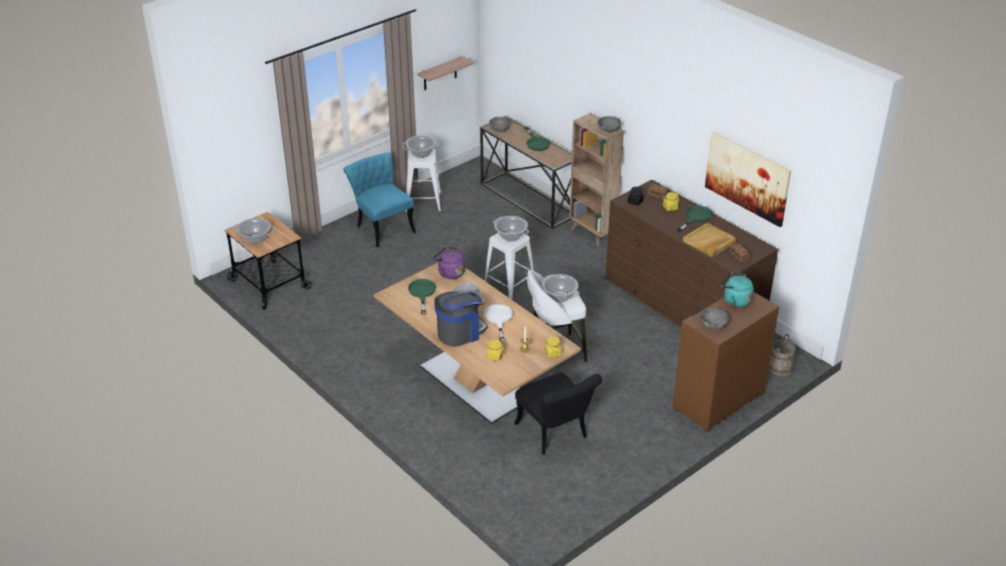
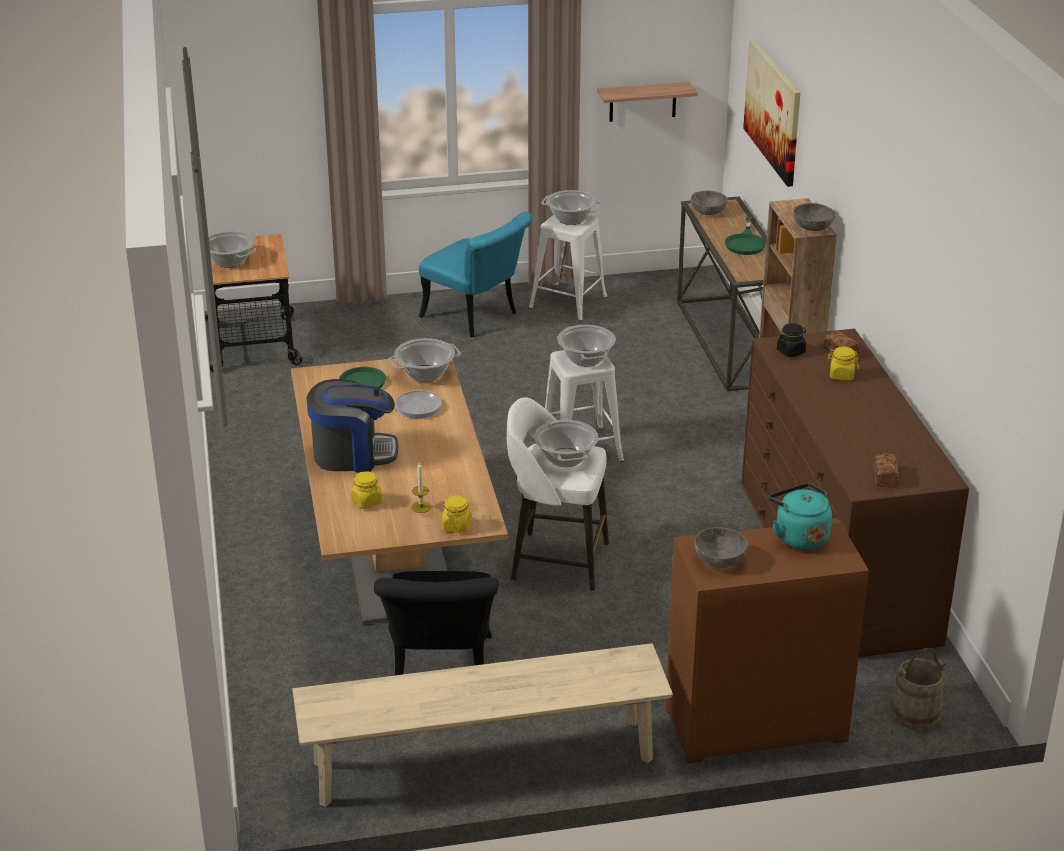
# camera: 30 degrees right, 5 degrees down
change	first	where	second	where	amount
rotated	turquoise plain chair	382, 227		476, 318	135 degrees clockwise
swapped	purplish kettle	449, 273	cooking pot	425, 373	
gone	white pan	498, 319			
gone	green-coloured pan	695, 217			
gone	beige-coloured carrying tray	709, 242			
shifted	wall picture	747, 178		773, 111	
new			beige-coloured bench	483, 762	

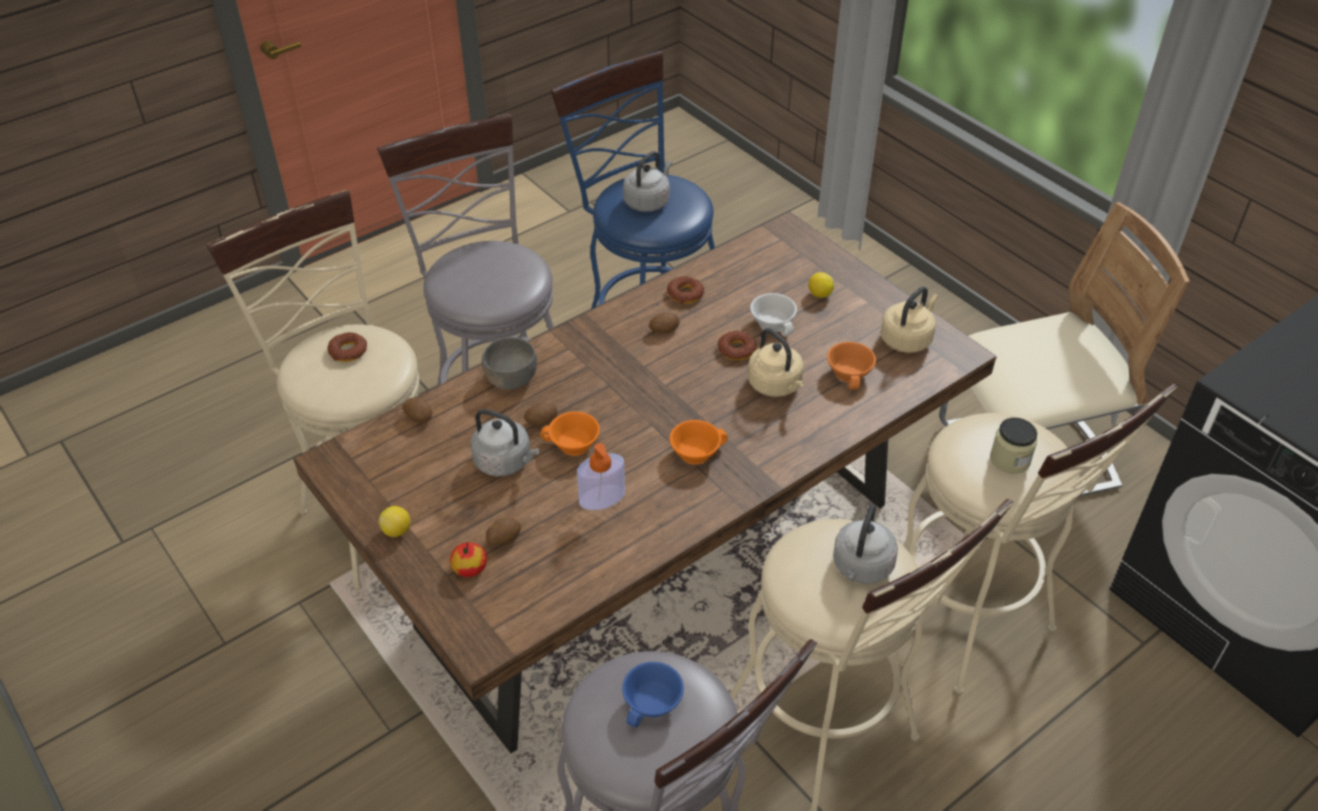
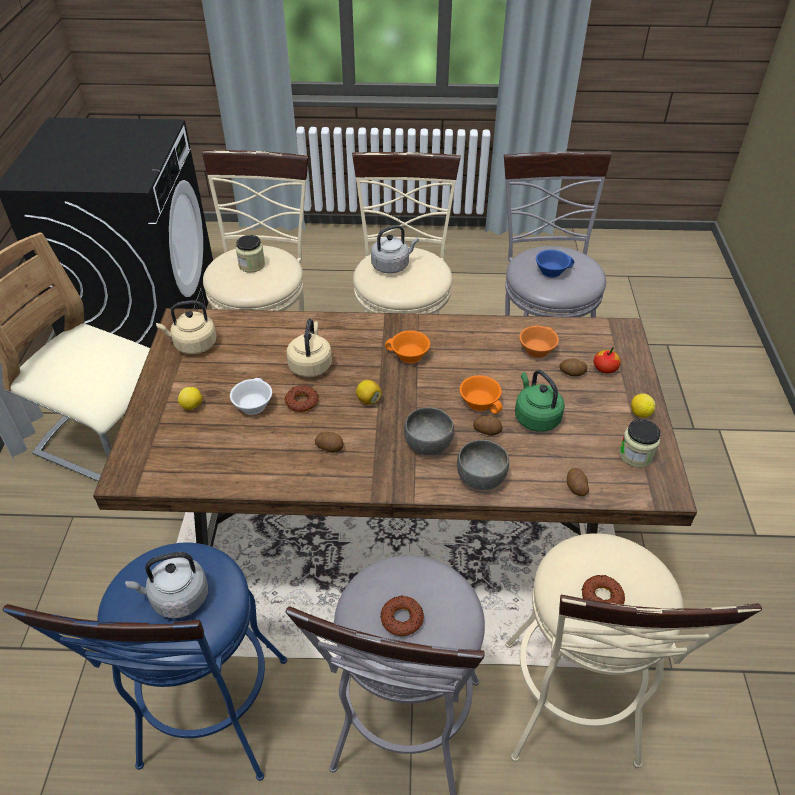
# camera: 140 degrees left, 0 degrees up
change	first	where	second	where	amount
repainted	gray kettle	505, 462	green-coloured kettle	535, 417	
gone	liquid soap bottle	602, 497			
shifted	ring doughnut	685, 294		402, 618	
shifted	orangey cup	851, 374		536, 349	
new			citrus fruit	368, 400	
new			gray deep dish	429, 444	
new			storage jar	636, 455	

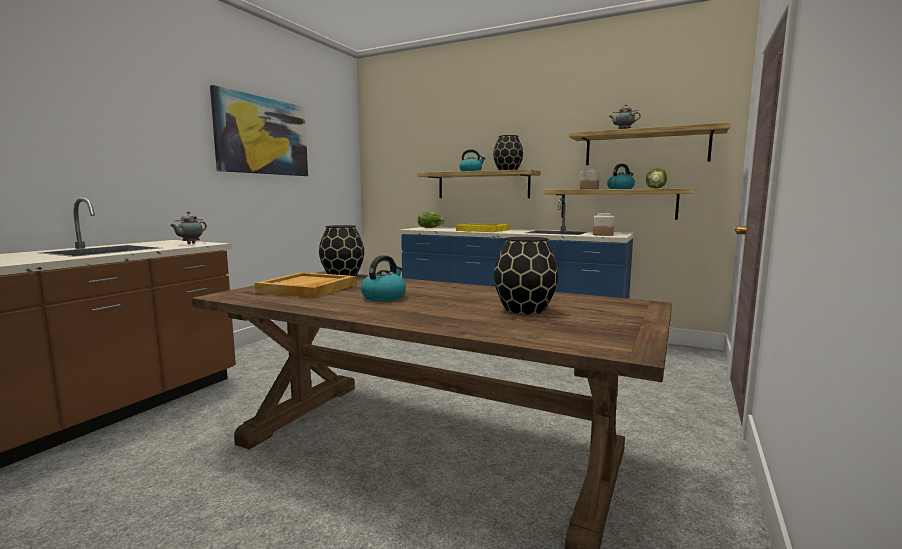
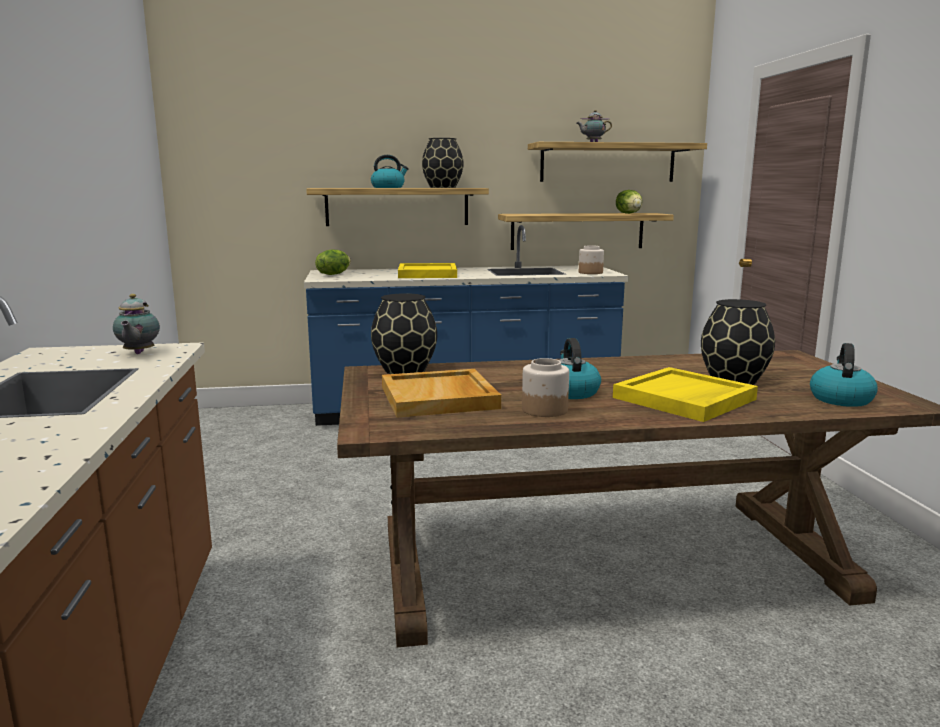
# camera: 35 degrees left, 5 degrees up
change	first	where	second	where	amount
gone	wall picture	263, 136			
shifted	storage jar	589, 189		544, 410	
shifted	kettle	620, 189		840, 399	
new			yellowish carrying tray	684, 399	

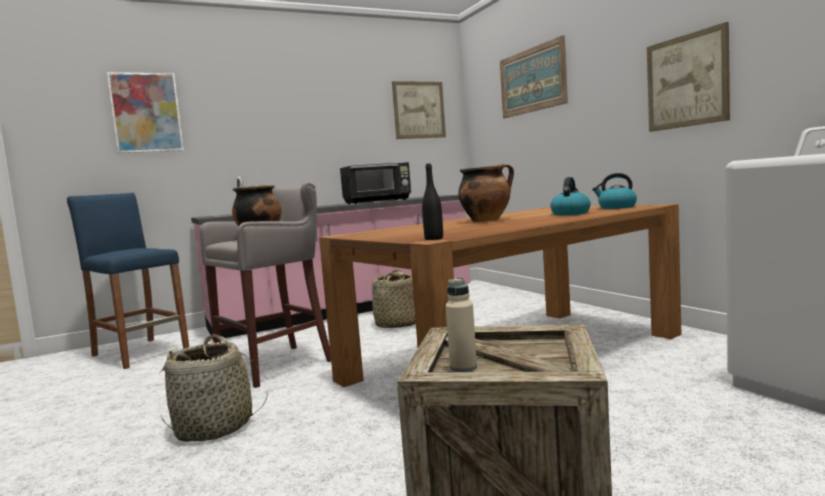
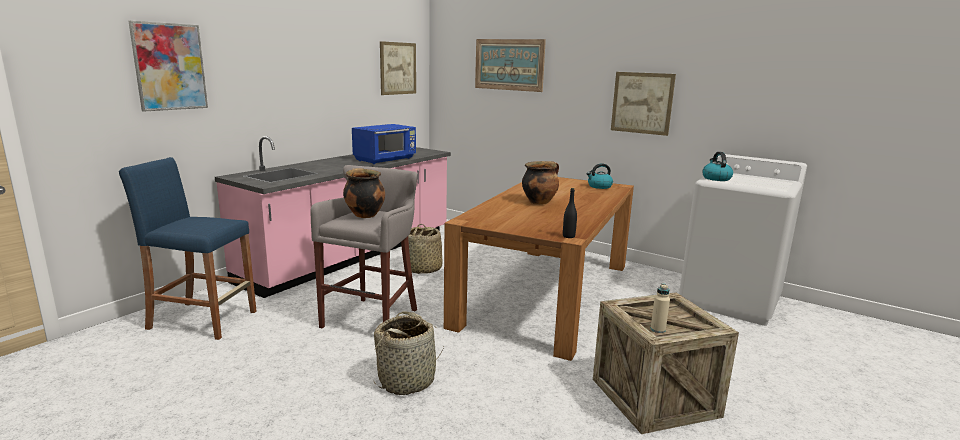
# camera: 30 degrees left, 10 degrees up
change	first	where	second	where	amount
repainted	blackish microwave oven	378, 201	blue microwave oven	386, 159	
shifted	kettle	570, 213		716, 178	

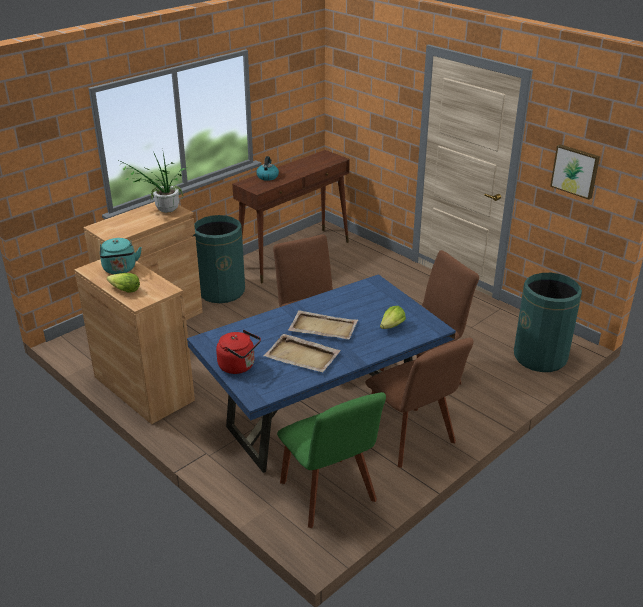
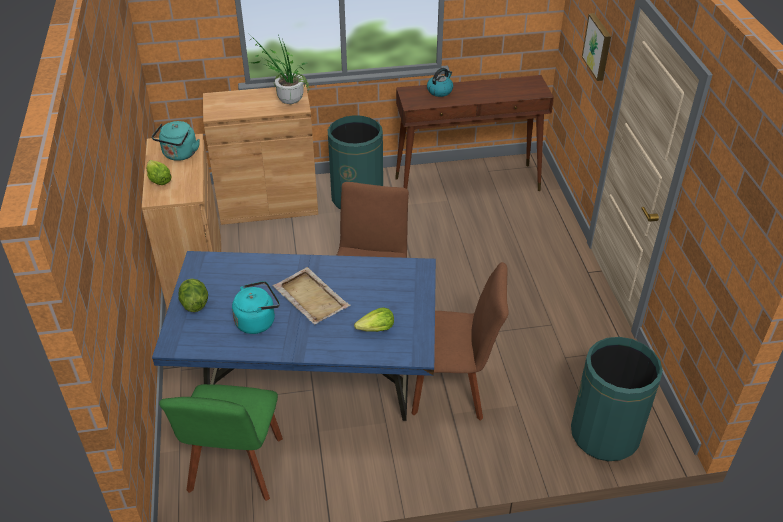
# camera: 35 degrees right, 10 degrees up
change	first	where	second	where	amount
swapped	red kettle	239, 366	lettuce	194, 304	
swapped	beige-coloured carrying tray	302, 356	turquoise kettle	257, 321	
gone	brown plain chair	412, 439			
shifted	wall picture	575, 171		598, 46	

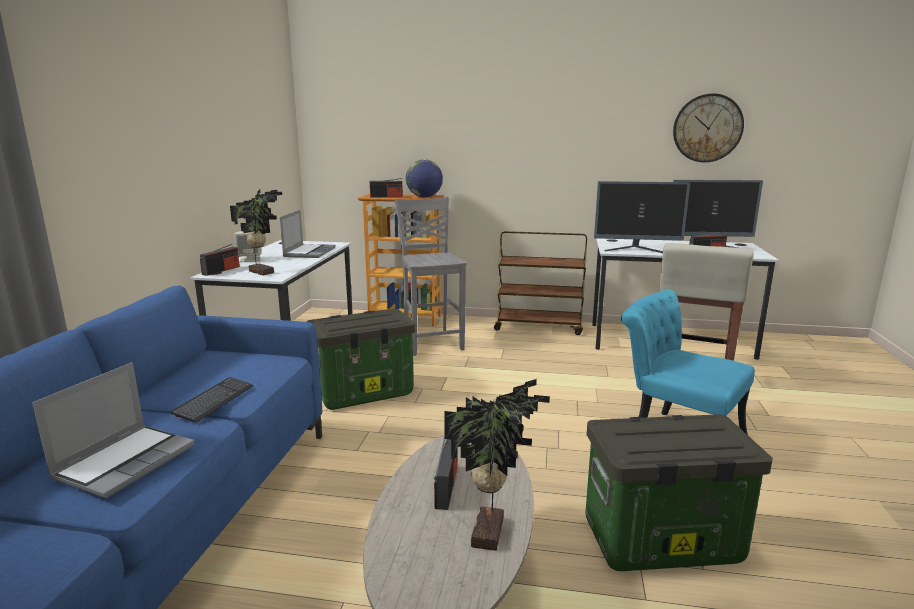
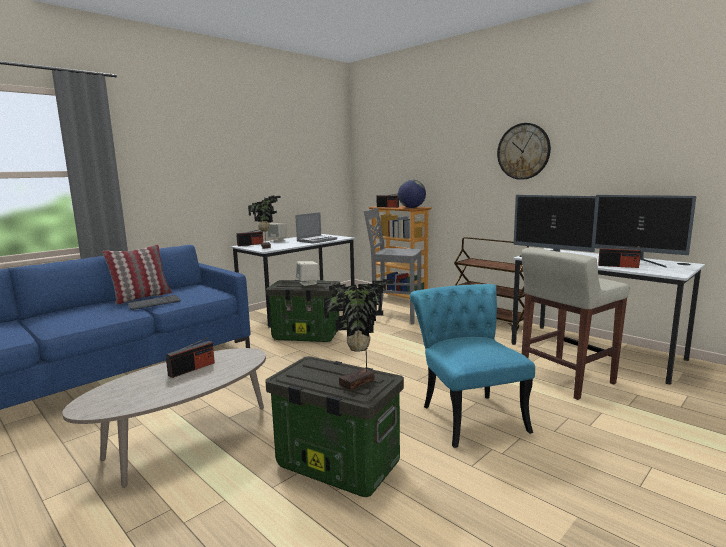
# camera: 35 degrees right, 5 degrees down
change	first	where	second	where	amount
gone	laptop	125, 461			
rotated	gray plain chair	432, 341		394, 316	90 degrees counterclockwise
shifted	houseplant	491, 532		359, 383	
shifted	hanging clock	707, 128		523, 151	
new			pillow	141, 297	
new			beige-coloured audio speaker	308, 283	

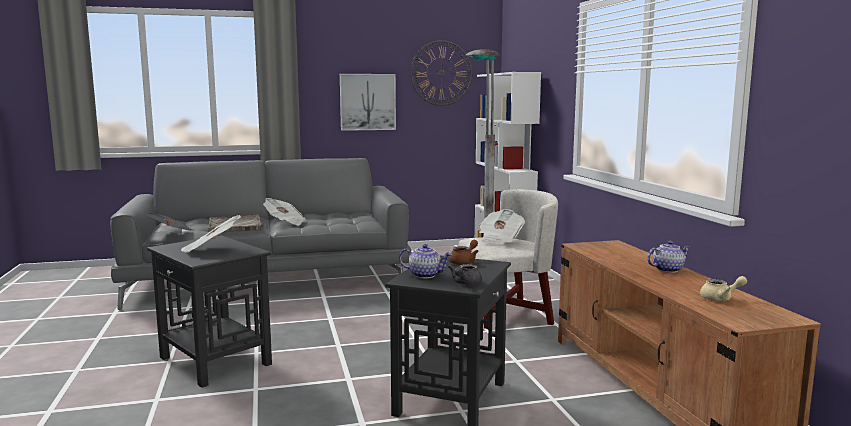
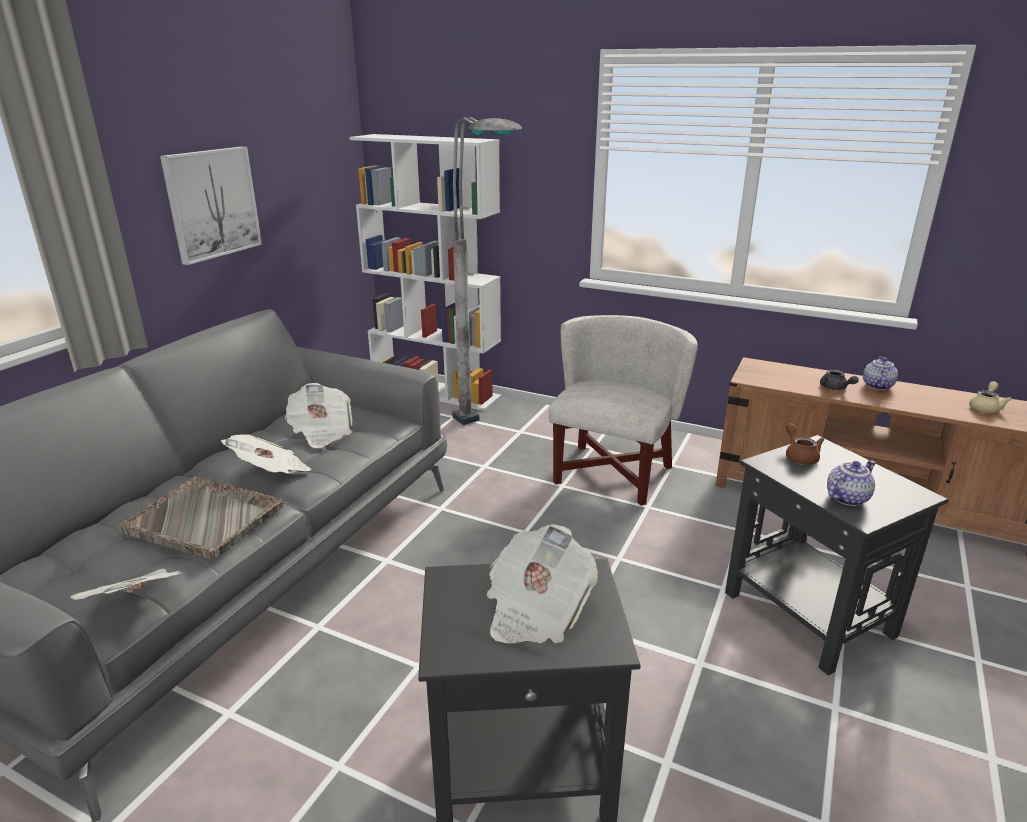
# camera: 50 degrees left, 15 degrees up
change	first	where	second	where	amount
gone	hanging clock	441, 73			
shifted	gray pot for tea	465, 284		835, 388	
shifted	daily paper	499, 239		321, 432	

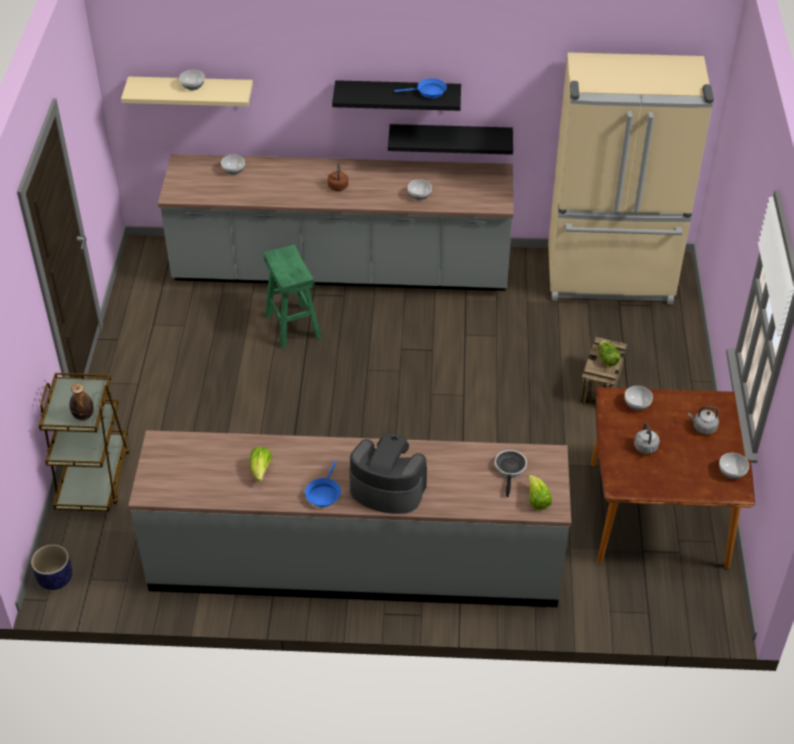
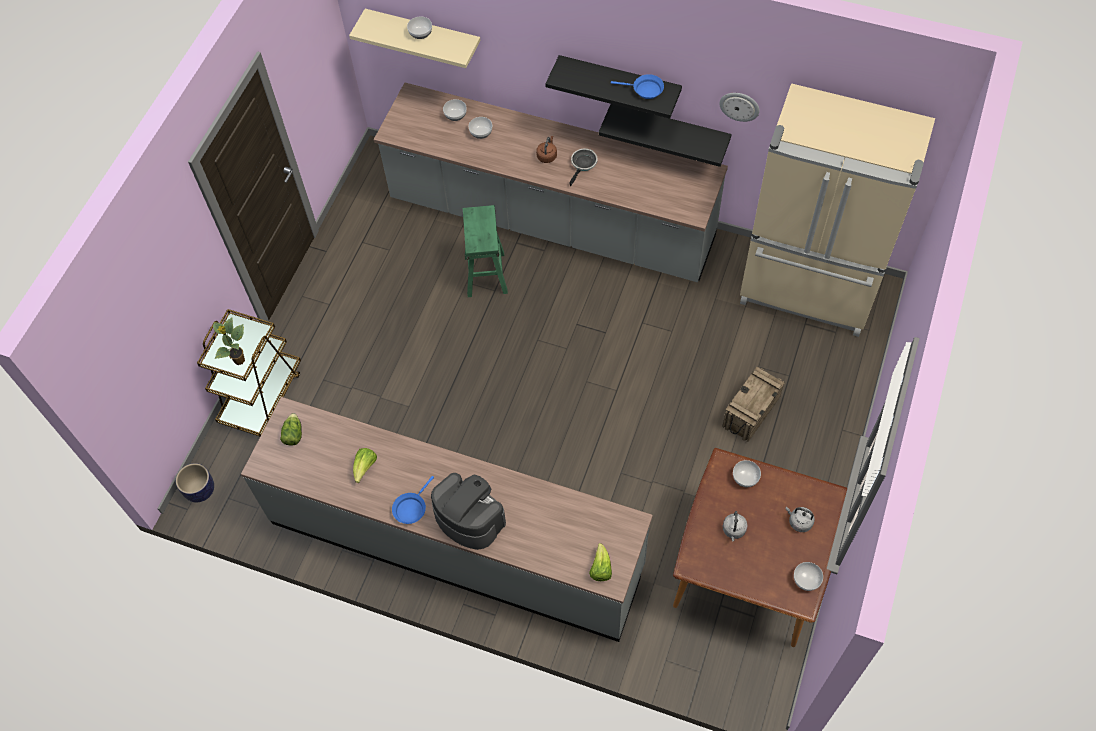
# camera: 20 degrees right, 15 degrees up
change	first	where	second	where	amount
swapped	beverage bottle	83, 416	houseplant	239, 361	
shifted	deep dish	419, 195		481, 132	
shifted	pan	510, 469		583, 164	
shifted	lettuce	607, 358		293, 434	
new			hanging clock	739, 106	

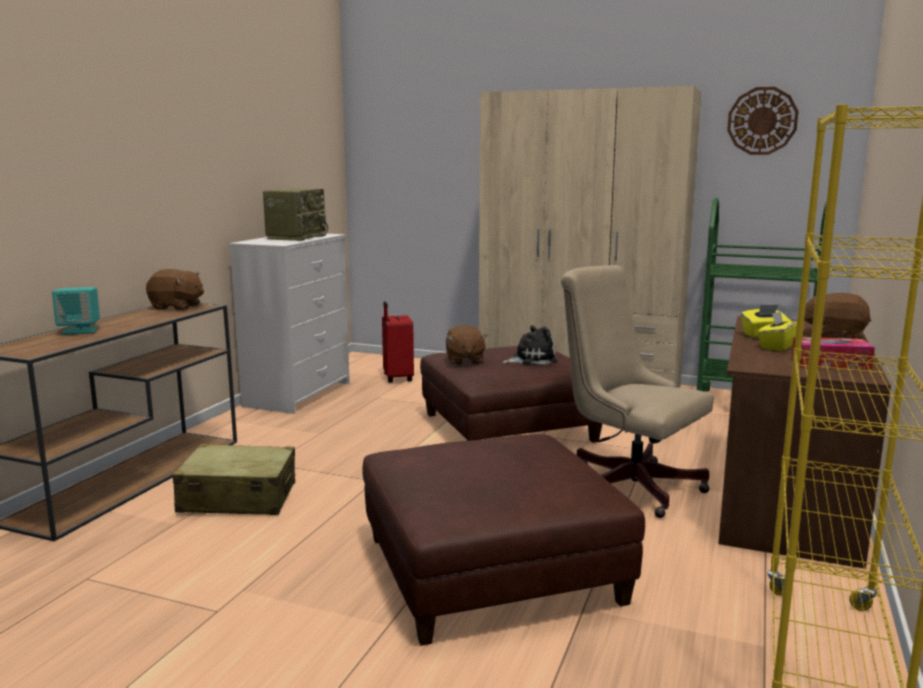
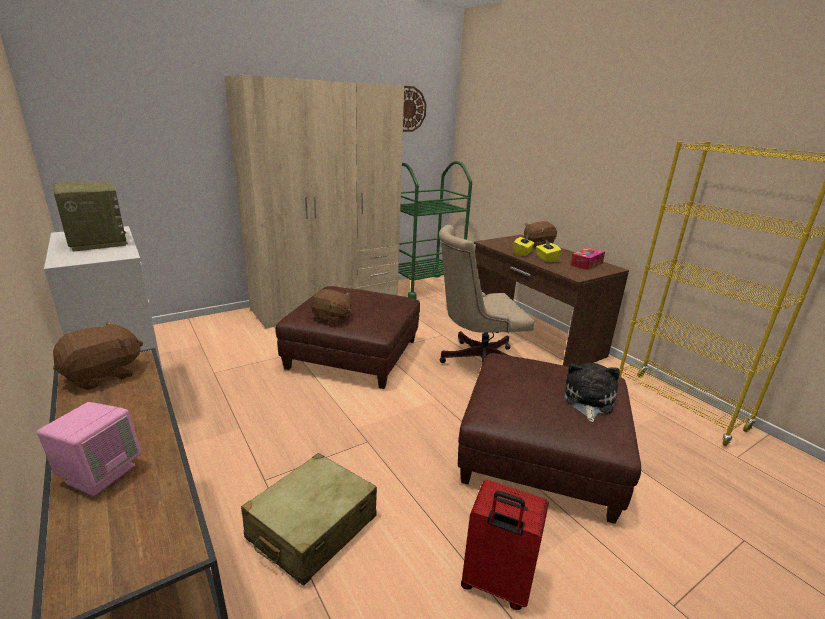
# camera: 55 degrees left, 10 degrees up
change	first	where	second	where	amount
repainted	turquoise audio speaker	80, 331	pink audio speaker	100, 474	
shifted	red travel case	397, 378		495, 584	
shifted	soft toy	531, 359		588, 401	

